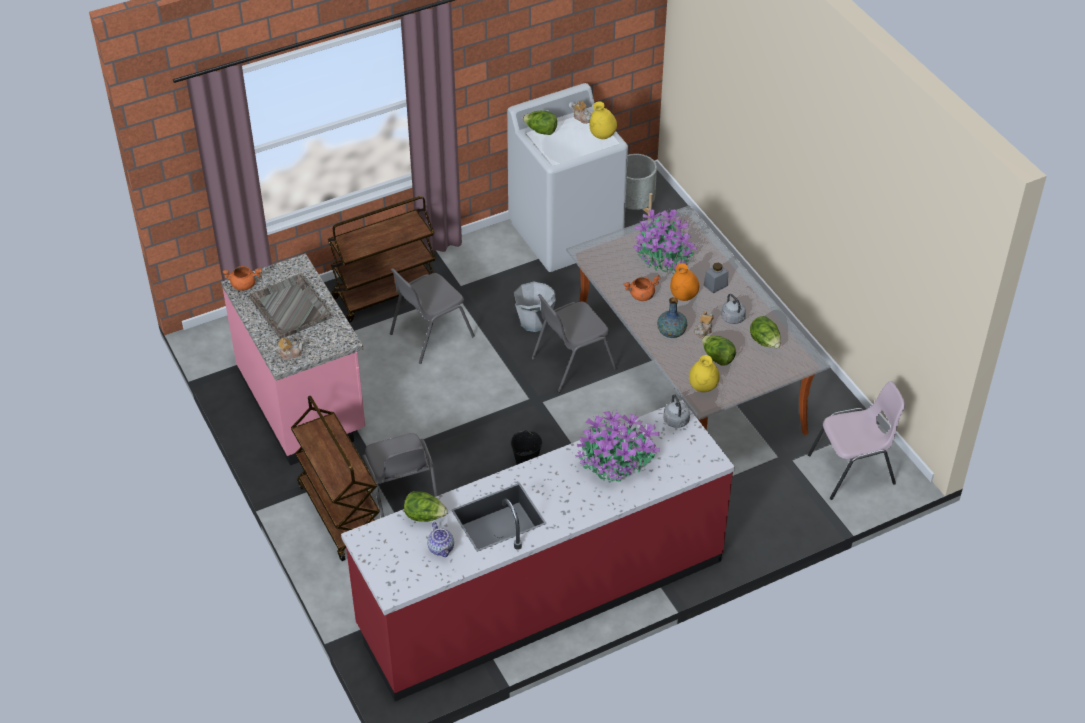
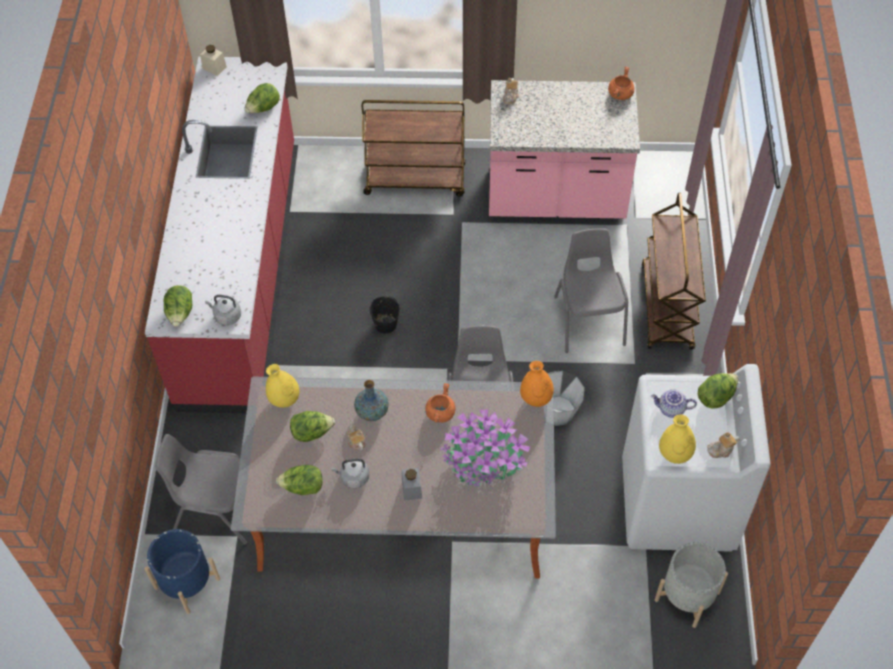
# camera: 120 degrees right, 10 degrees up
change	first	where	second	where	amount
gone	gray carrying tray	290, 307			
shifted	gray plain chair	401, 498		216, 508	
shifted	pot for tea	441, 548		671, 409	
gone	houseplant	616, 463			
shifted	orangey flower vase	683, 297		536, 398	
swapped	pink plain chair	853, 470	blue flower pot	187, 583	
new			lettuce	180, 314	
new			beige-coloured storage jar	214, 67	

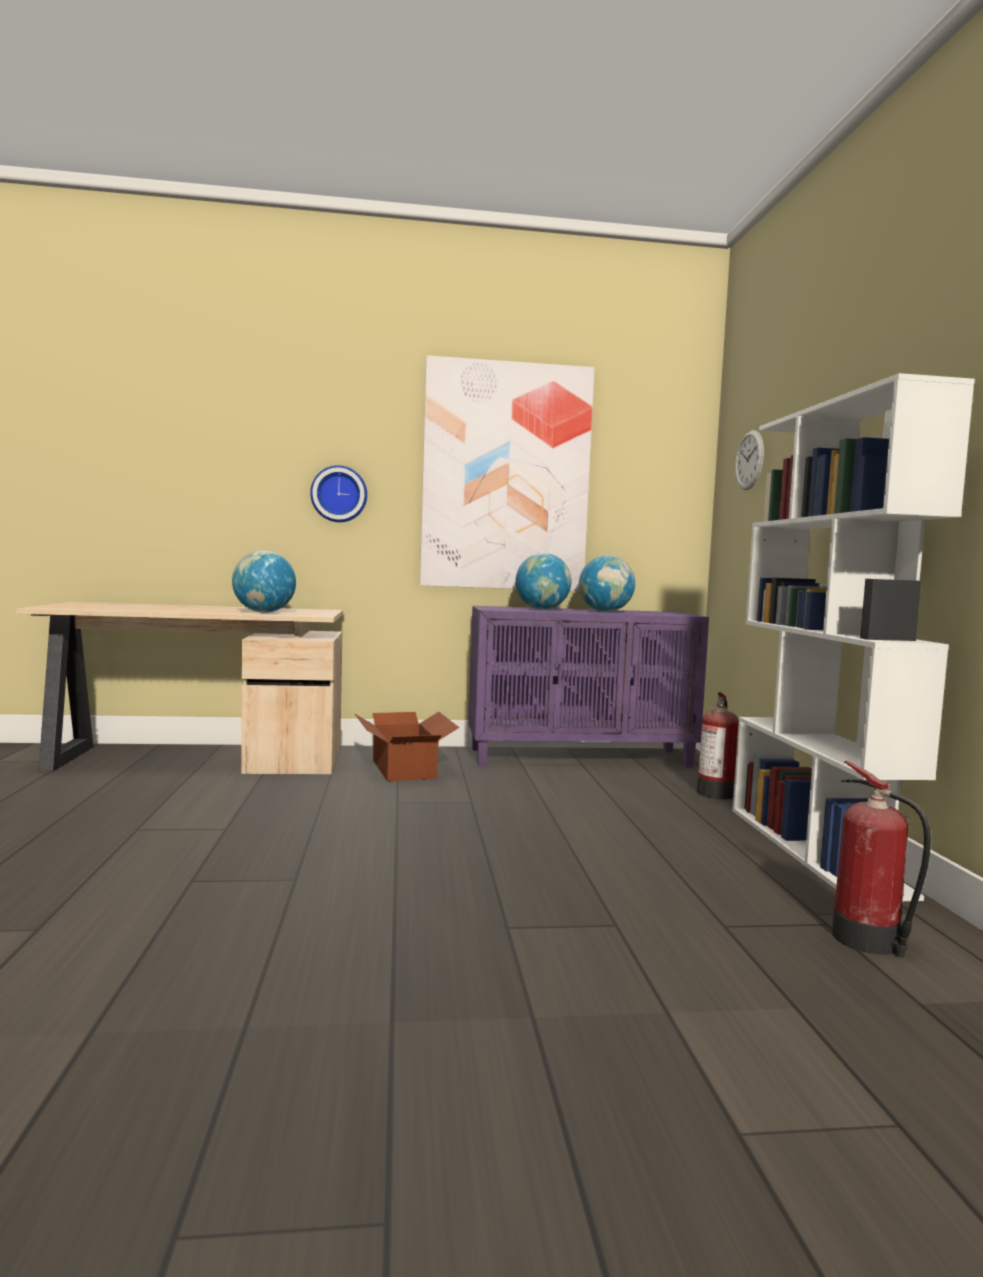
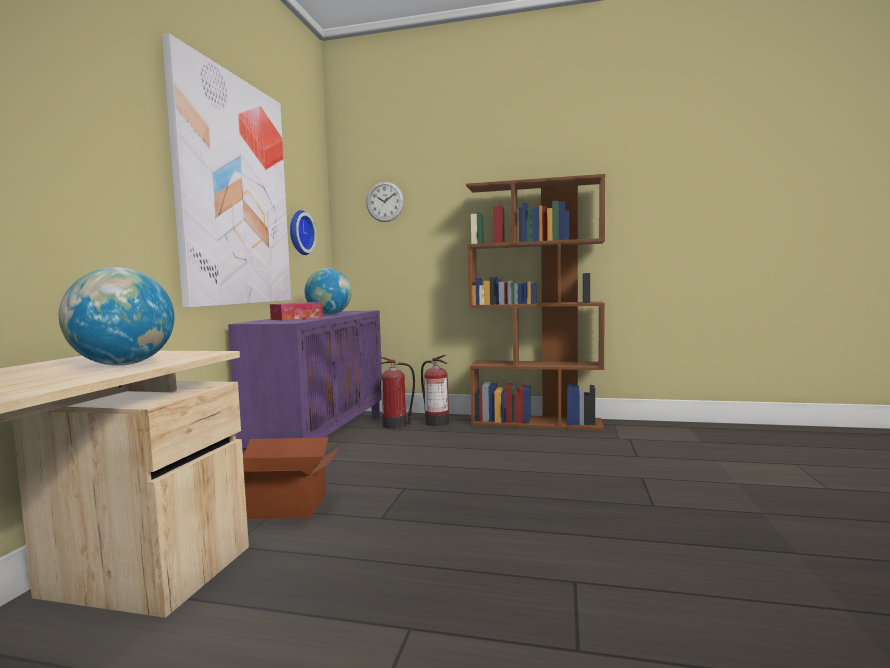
# camera: 70 degrees left, 0 degrees up
change	first	where	second	where	amount
shifted	hanging clock	339, 494		299, 233	
swapped	world globe	542, 609	box of tissues	297, 318	
repainted	white bookcase	816, 849	brown bookcase	537, 422	
shifted	fire-fighting cylinder	868, 941		396, 425	

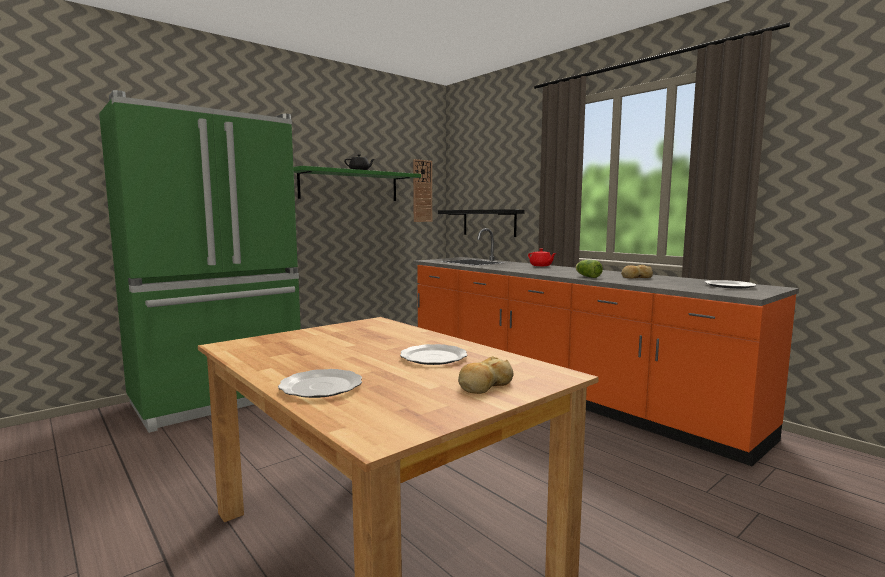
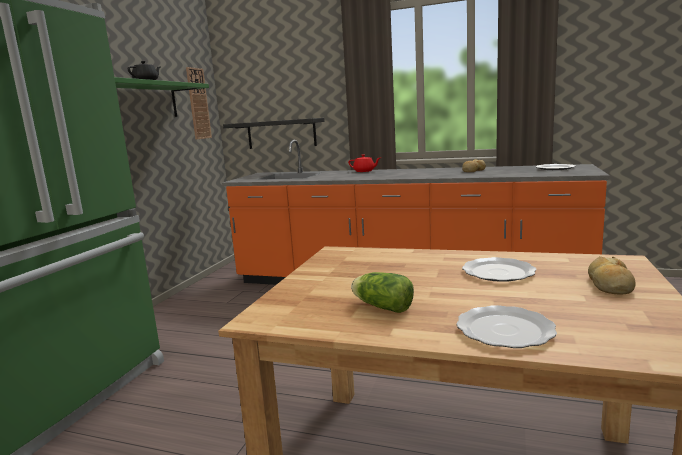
# camera: 30 degrees left, 5 degrees up
change	first	where	second	where	amount
shifted	lettuce	587, 276		381, 306	

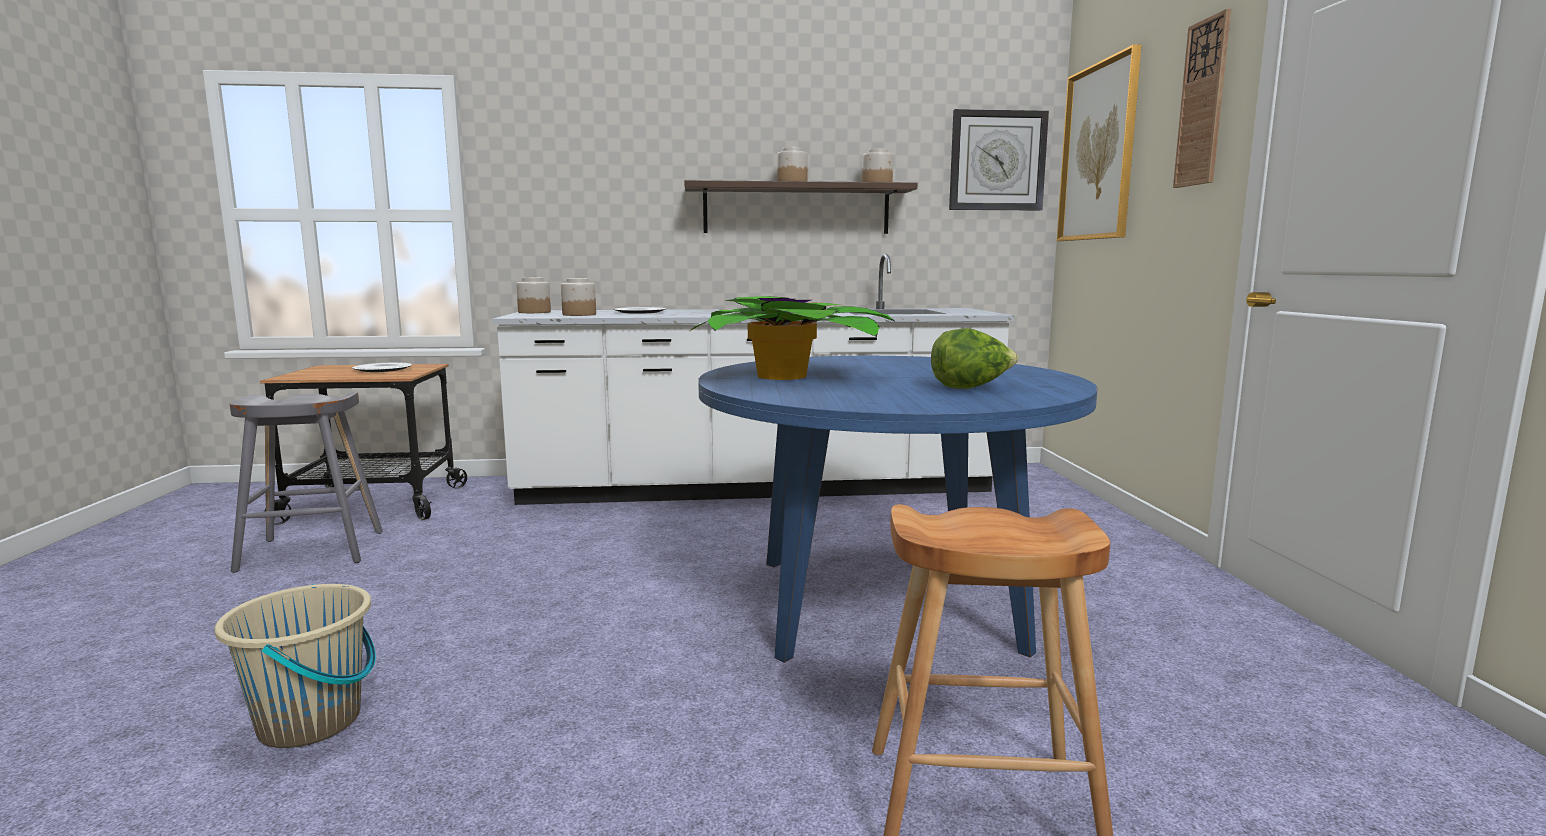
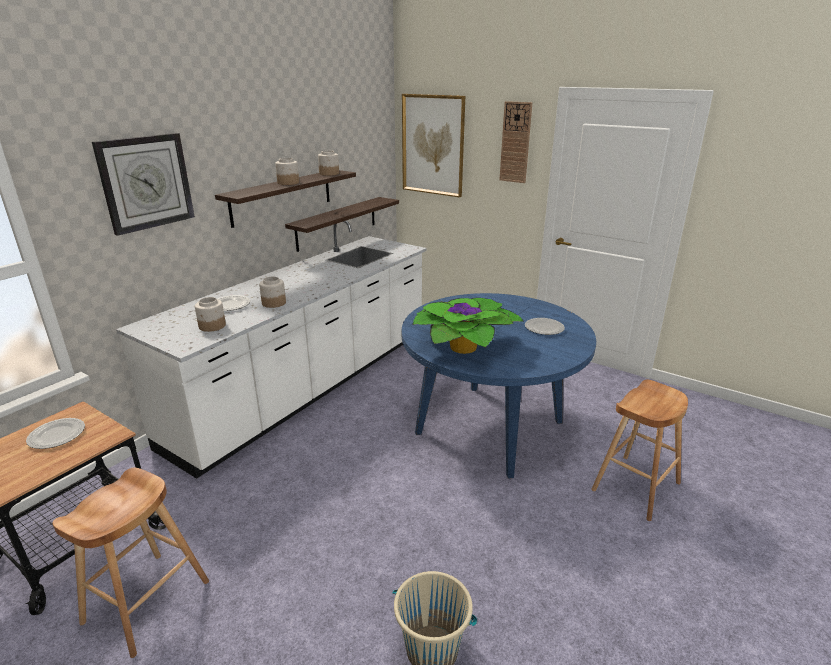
# camera: 50 degrees left, 15 degrees up
change	first	where	second	where	amount
repainted	gray stool seat	312, 551	brown stool seat	147, 601	
shifted	storage jar	534, 312		273, 303	
swapped	lettuce	971, 388	dinner plate	543, 328	
shifted	hanging clock	997, 161		146, 182	
new			bracket shelf	337, 223	

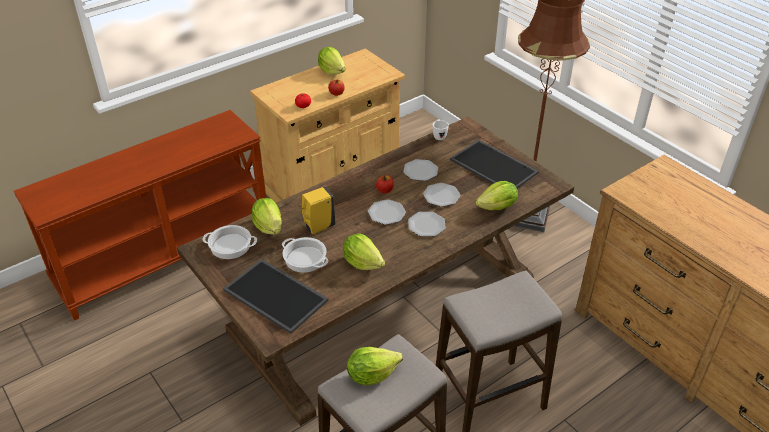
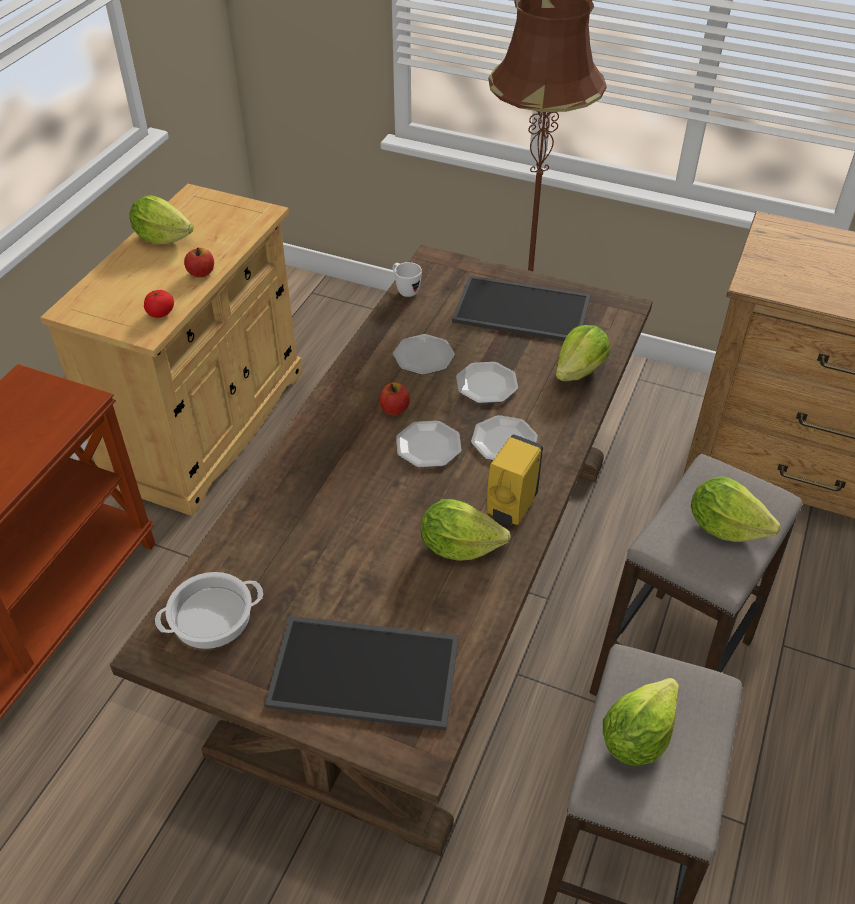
# camera: 30 degrees left, 5 degrees up
change	first	where	second	where	amount
shifted	lettuce	269, 226		725, 527	
gone	cooking pot	304, 259			
shifted	yellowish liquid soap bottle	318, 227		510, 508	

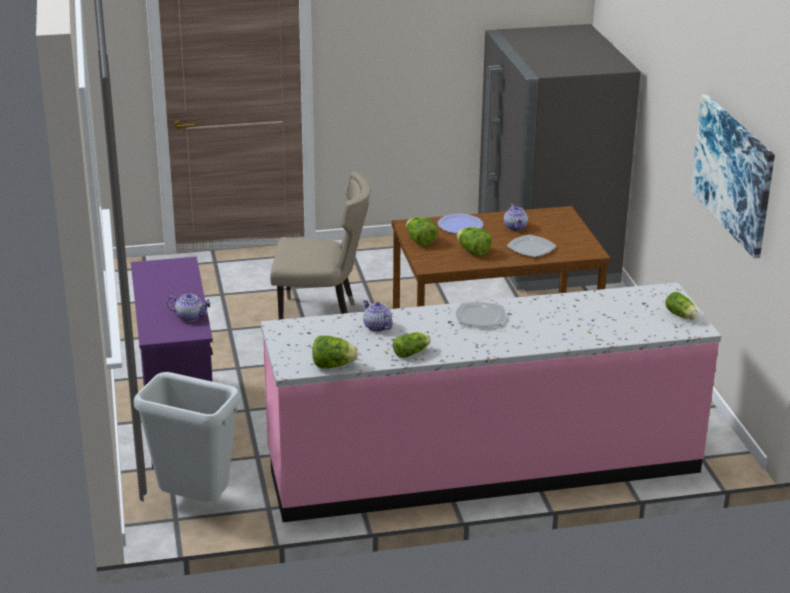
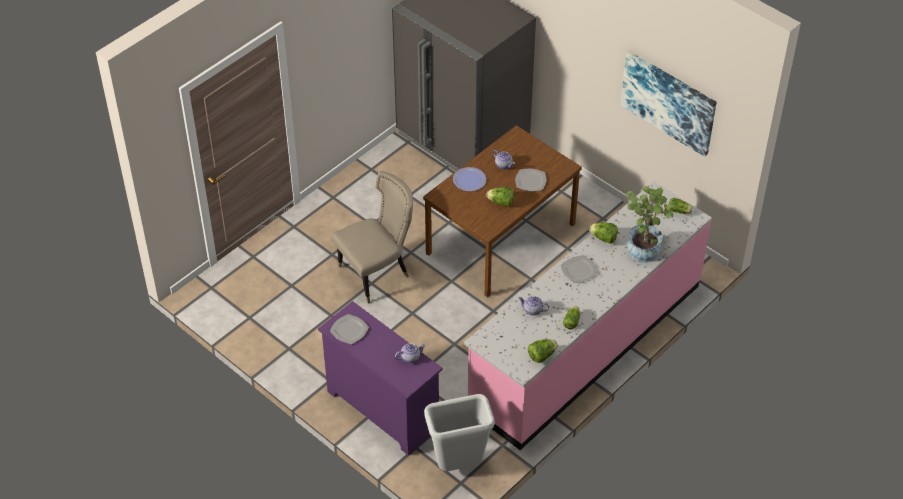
# camera: 35 degrees left, 20 degrees up
change	first	where	second	where	amount
shifted	lettuce	420, 241		603, 238	
new			dinner plate	349, 330	
new			houseplant	644, 247	

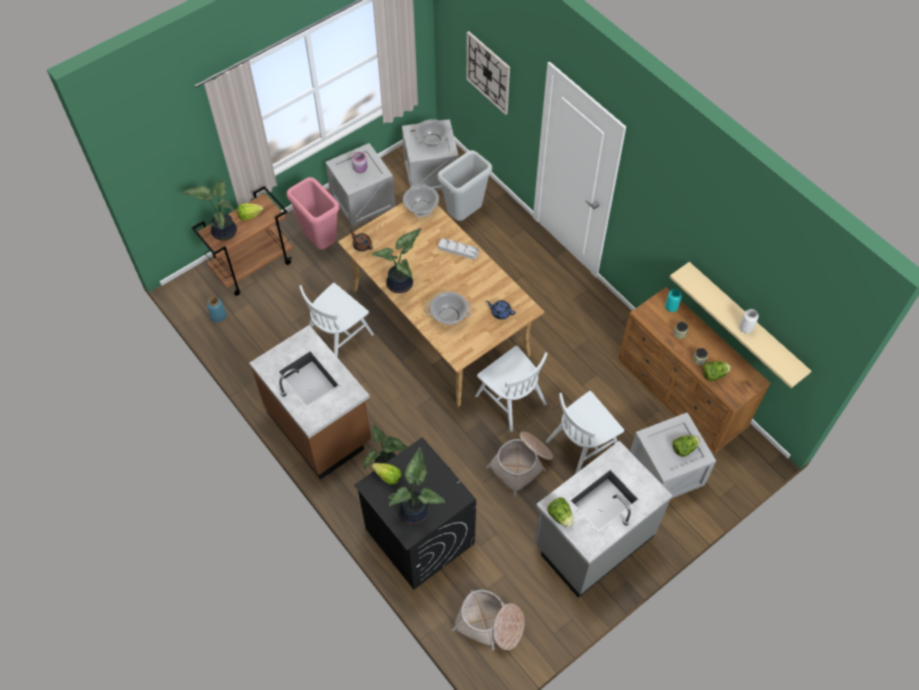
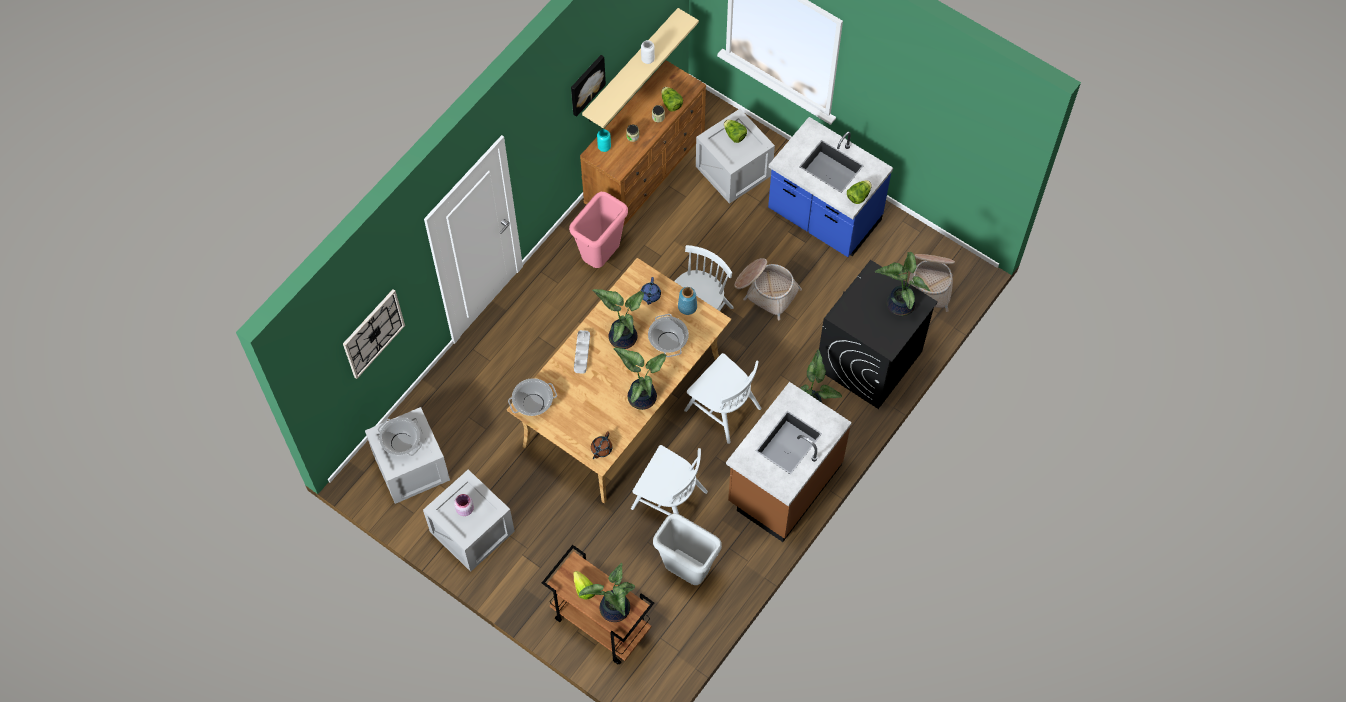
# camera: 105 degrees left, 5 degrees up
change	first	where	second	where	amount
shifted	blue flower vase	218, 315		687, 306	
shifted	pink waste bin	321, 242		601, 256	
gone	lettuce	388, 477			
shifted	gray waste bin	464, 215		687, 571	
repainted	gray counter	592, 540	blue counter	823, 218	
shifted	white plain chair	582, 445		722, 409	
new			wall picture	586, 84	
new			houseplant	622, 336	

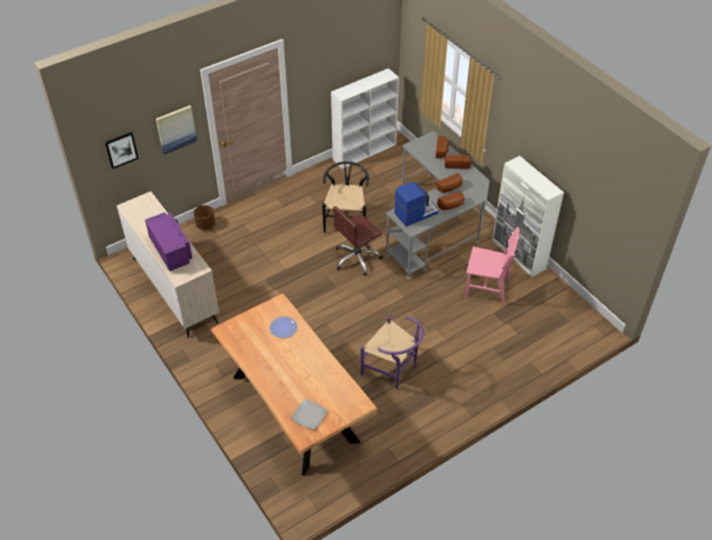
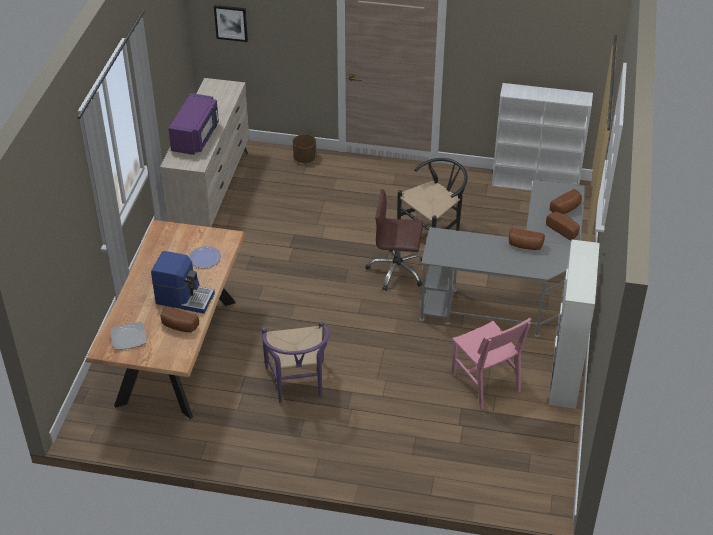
# camera: 45 degrees right, 5 degrees down
change	first	where	second	where	amount
gone	wall picture	176, 129			
shifted	coffee maker	415, 213		184, 298	
shifted	bakery bread	451, 206		178, 326	

